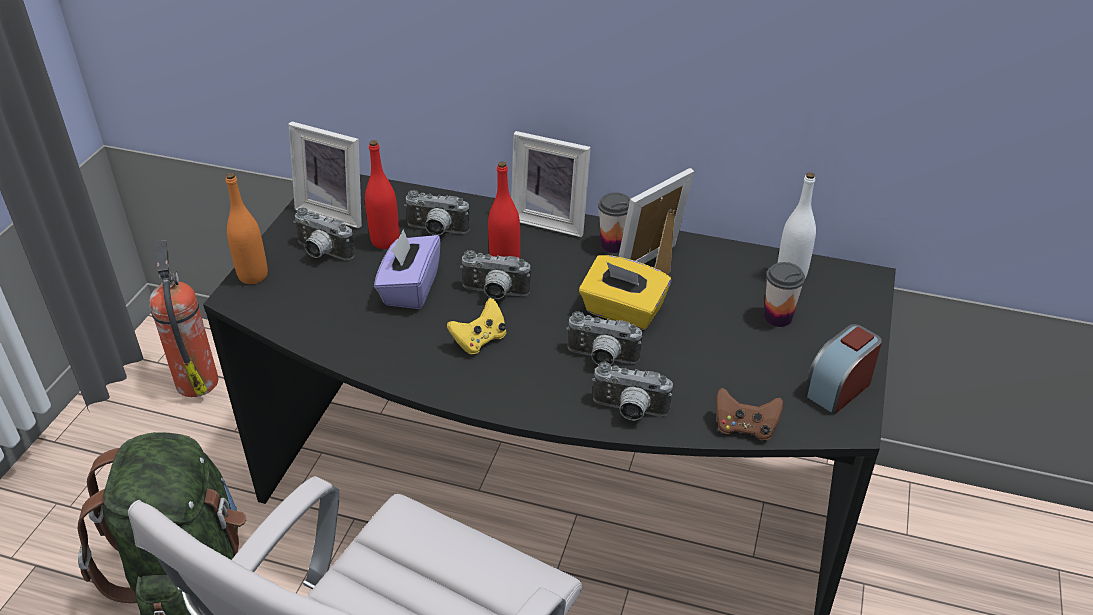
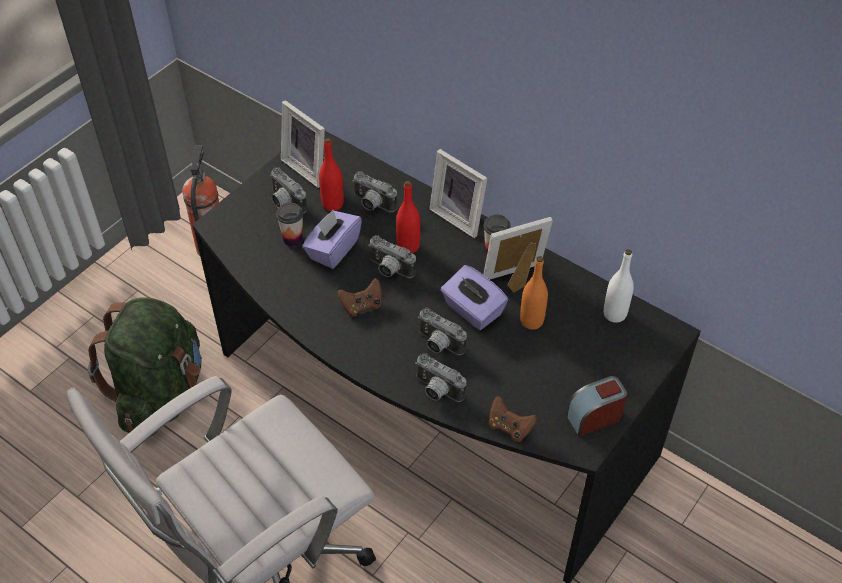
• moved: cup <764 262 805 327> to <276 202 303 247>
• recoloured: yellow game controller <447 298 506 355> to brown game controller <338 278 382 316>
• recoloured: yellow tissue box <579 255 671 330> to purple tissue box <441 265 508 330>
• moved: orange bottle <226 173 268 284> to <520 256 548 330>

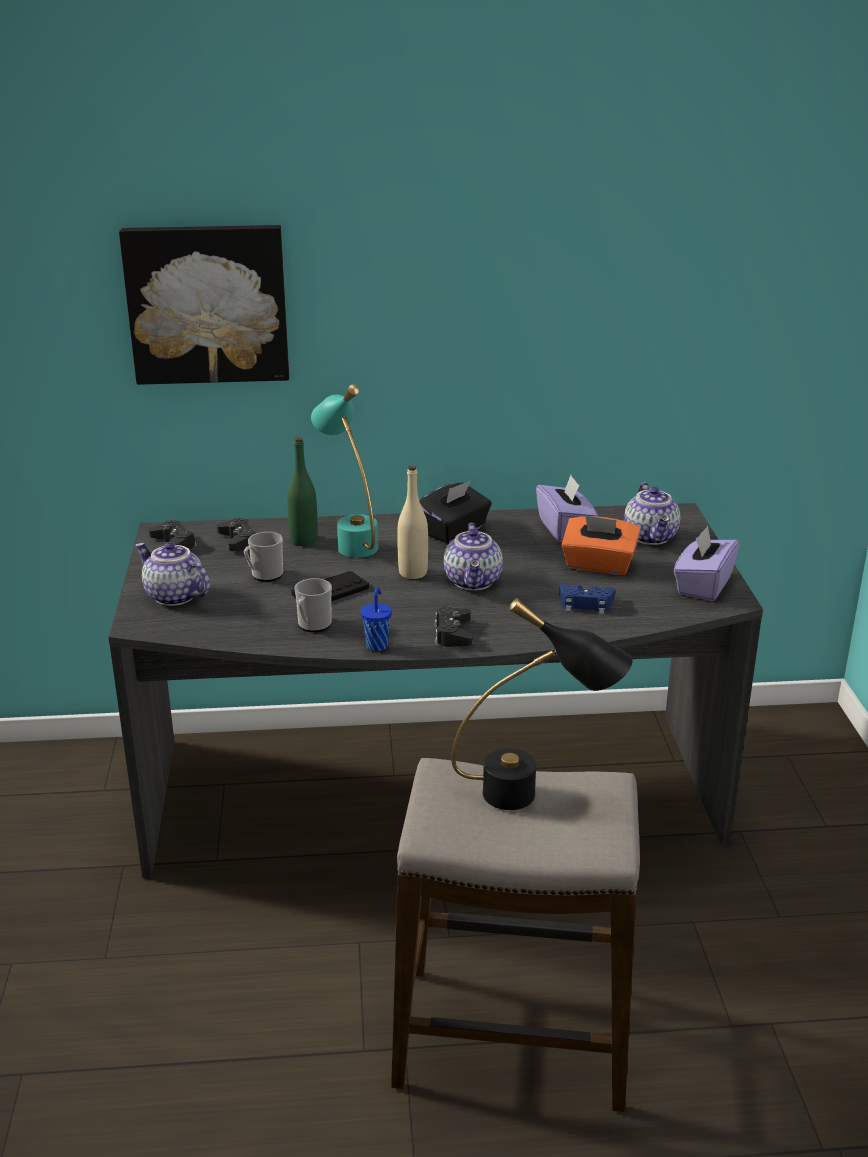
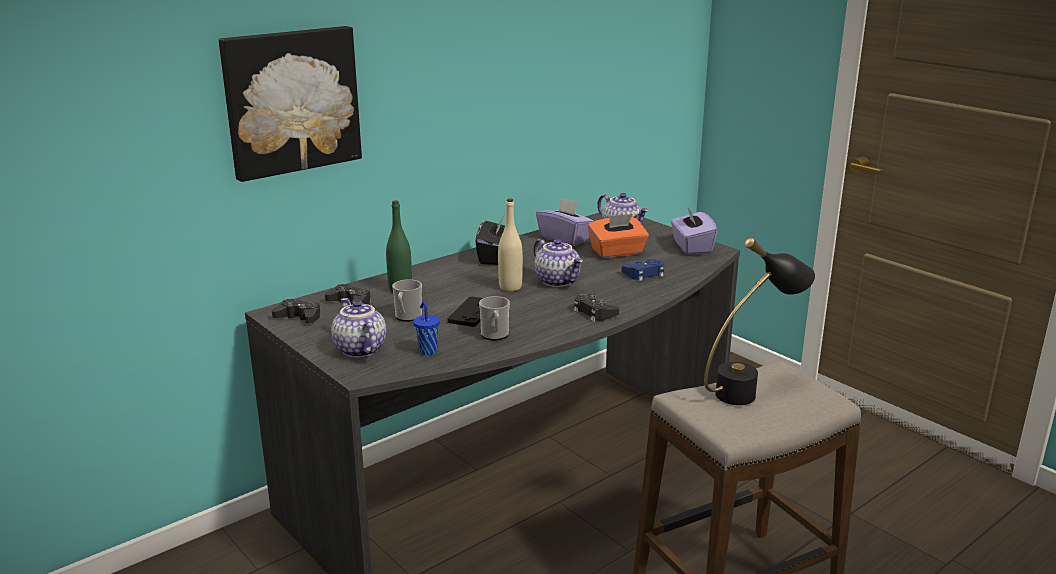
• turned: teapot <135 542 210 606> = <331 298 386 358> 60 degrees clockwise
• moved: blue cup <361 588 392 651> to <413 301 440 355>
• removed: turquoise table lamp <311 384 378 558>

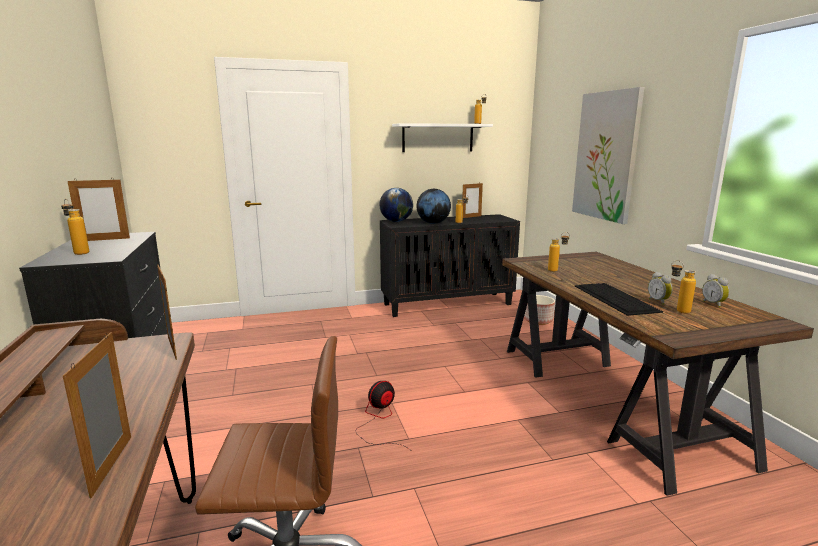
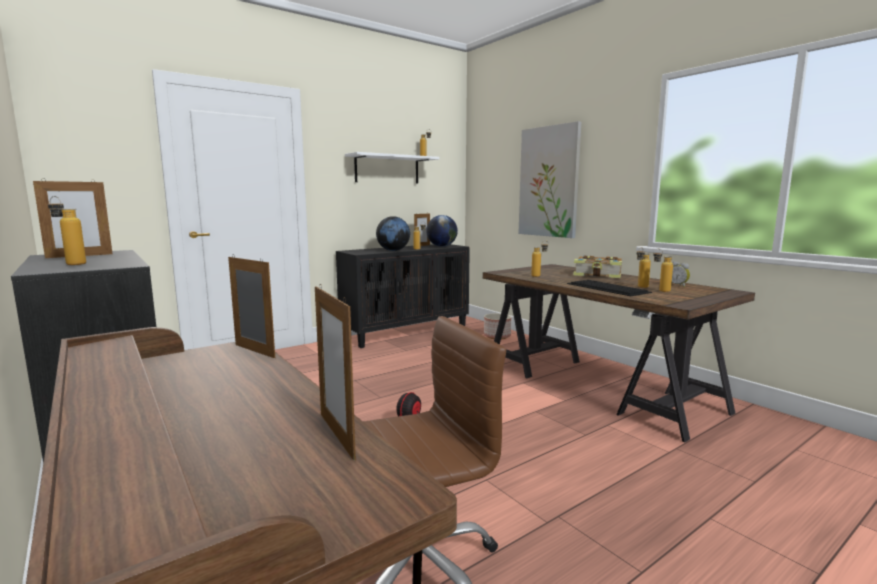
• moved: globe <380 188 413 222> to <426 215 458 247>
• added: book <573 256 622 278>
• replaced: alarm clock <648 272 673 305> to bottle <637 247 651 288>

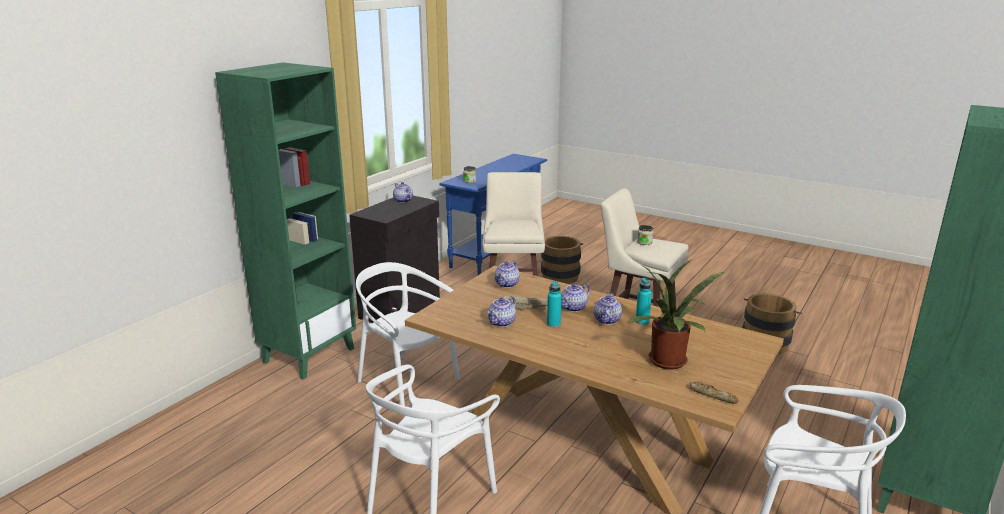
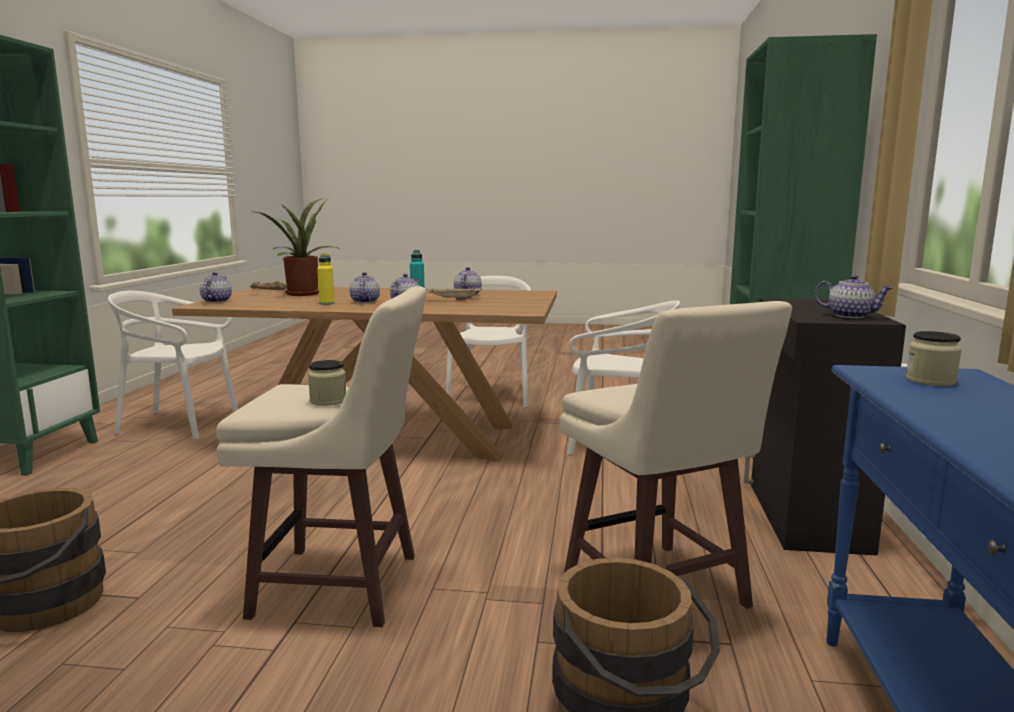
• moved: teapot <495 260 520 288> to <200 272 232 303>
• recoloured: turquoise bottle <636 278 652 325> to yellow bottle <317 253 335 305>

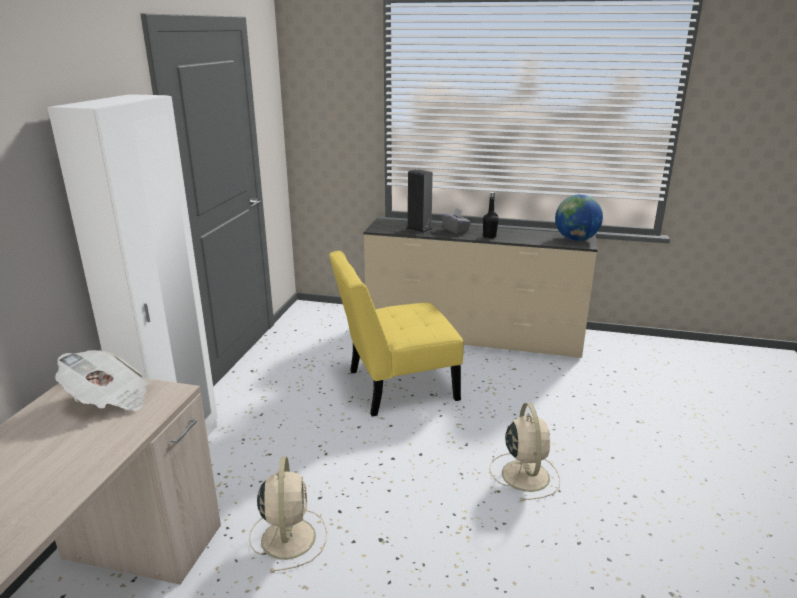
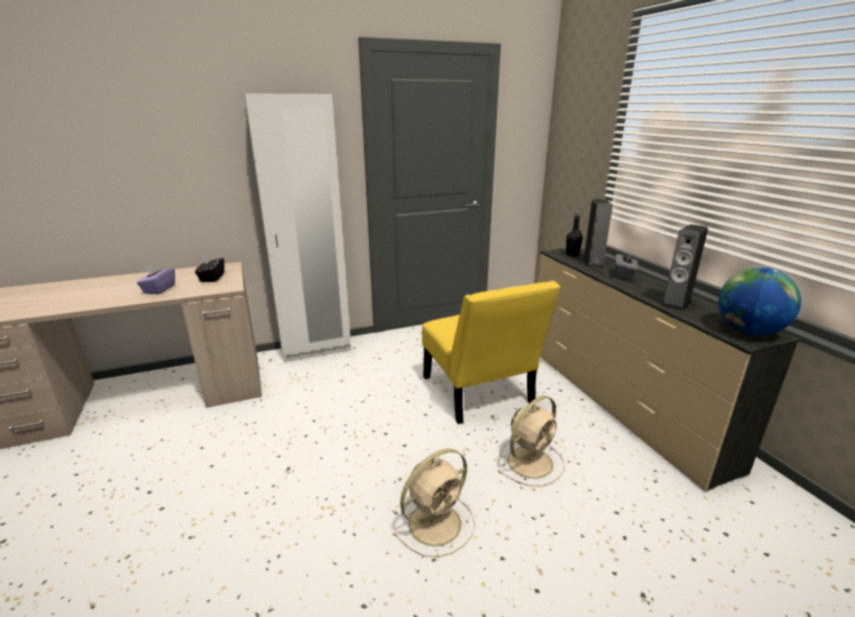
• added: purple tissue box <137 263 175 294>
• replaced: newspaper <55 350 149 411> to black tissue box <195 254 224 282>
• turned: yellow chair <329 251 464 417> = <422 281 561 424> 150 degrees counterclockwise
• moved: beige fan <249 457 327 573> to <497 396 565 486>
• moved: black bottle <483 192 499 239> to <566 211 583 257>
• added: speaker <661 224 708 312>

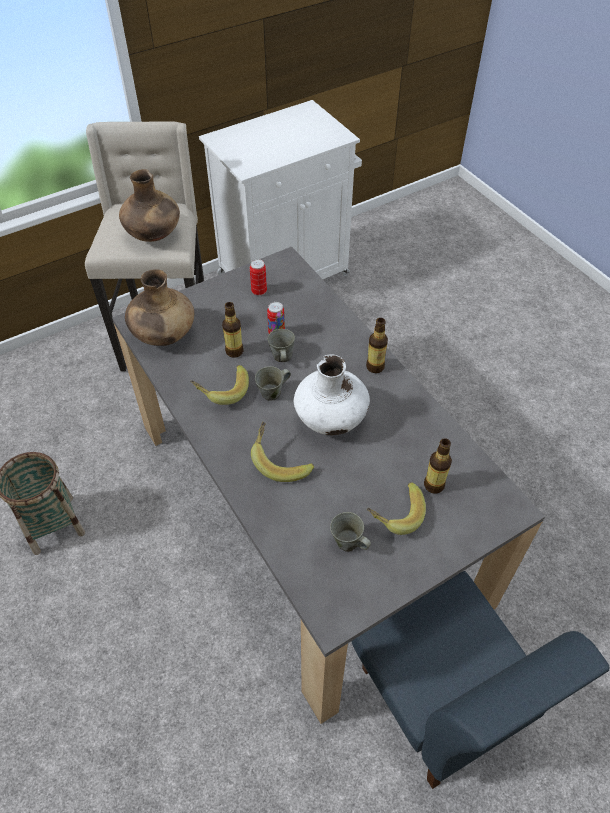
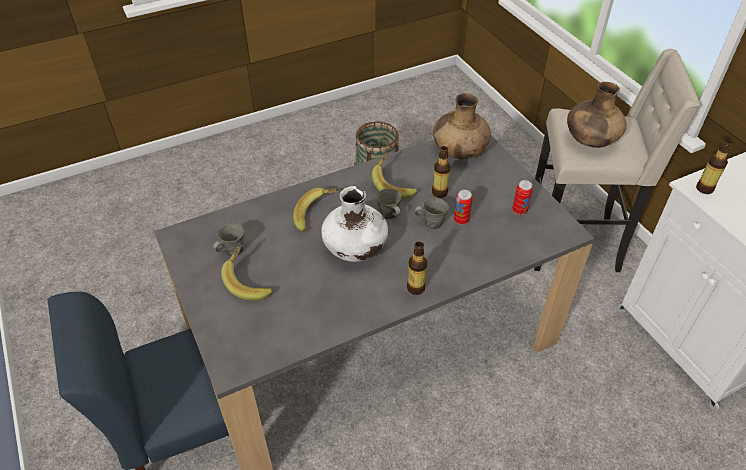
• moved: bottle <424 438 452 494> to <696 139 732 194>

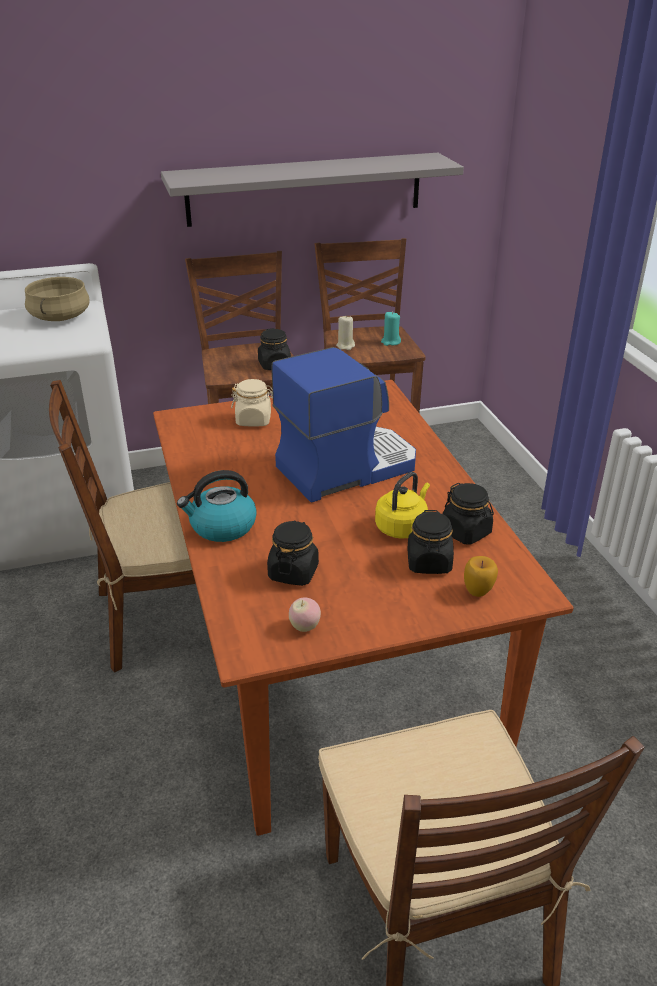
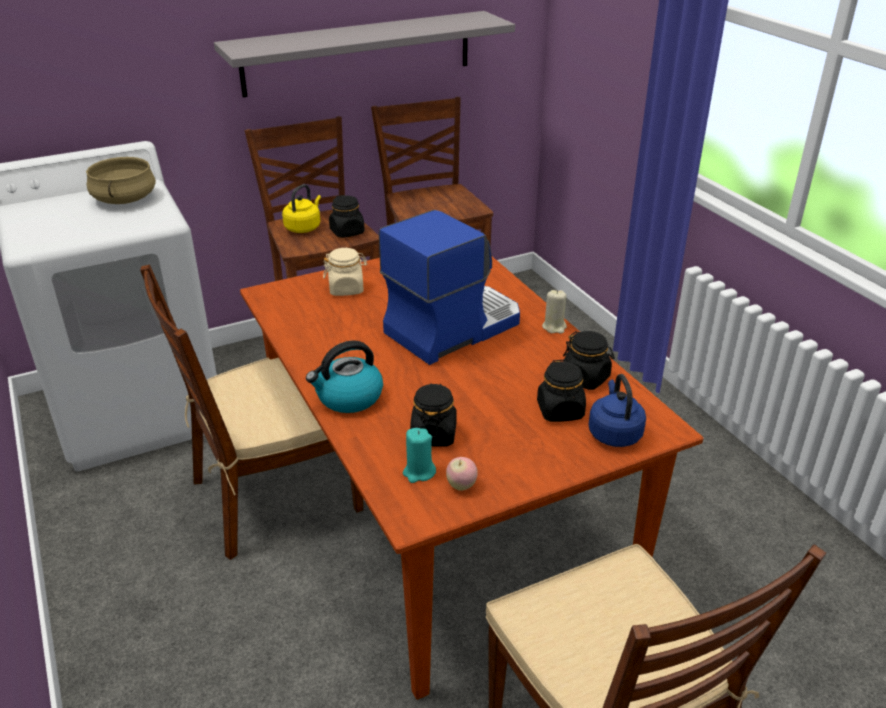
• moved: yellow kettle <375 472 430 539> to <282 184 321 233>
• moved: turquoise candle <381 312 401 346> to <403 428 436 483>
• moved: beige candle <336 316 355 350> to <542 290 567 334>
• replaced: apple <464 556 498 597> to blue kettle <589 374 646 447>

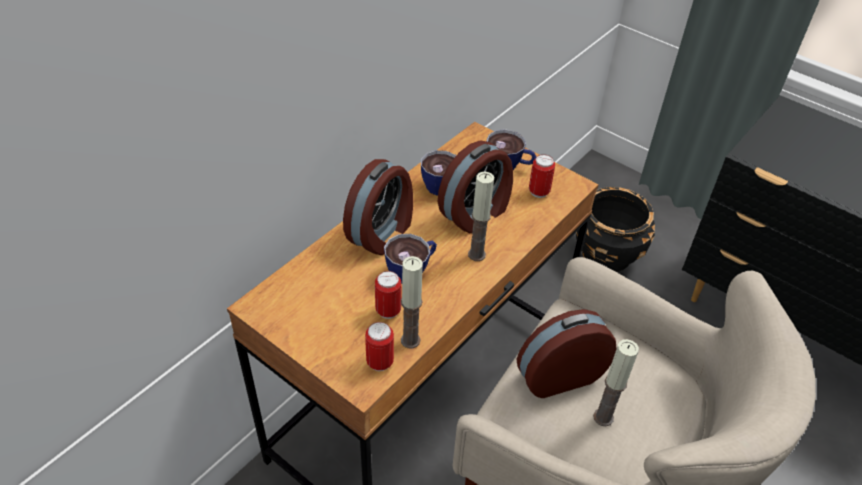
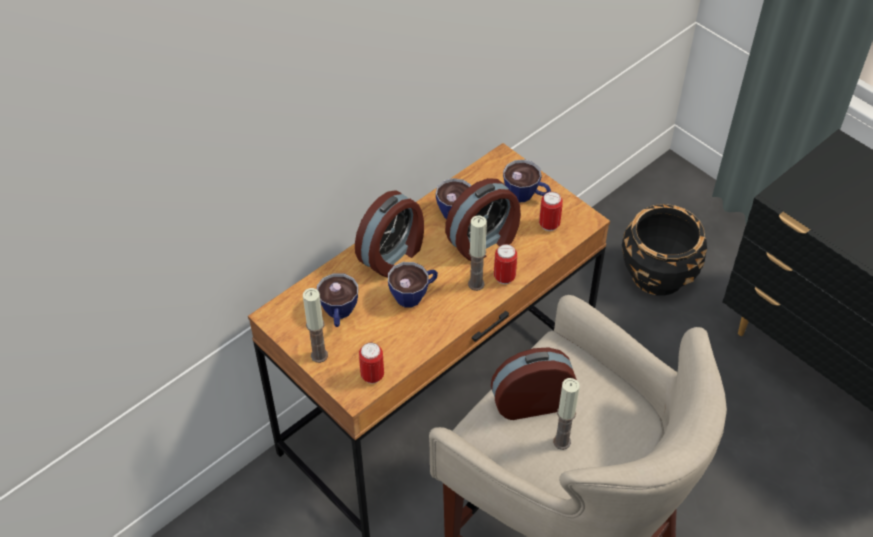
• moved: candle <401 256 423 349> to <303 288 328 363>
• added: cup <317 273 358 327>
• moved: can <375 271 402 319> to <494 244 517 284>

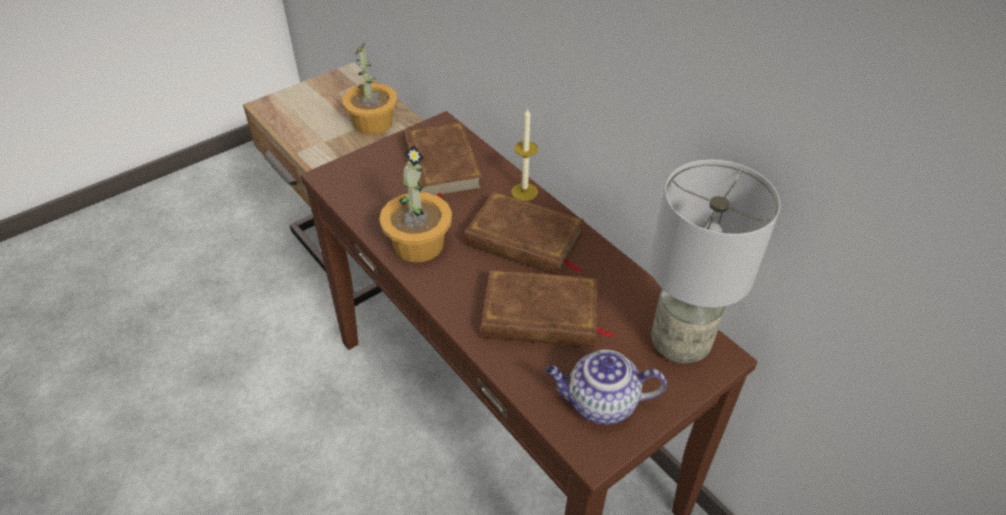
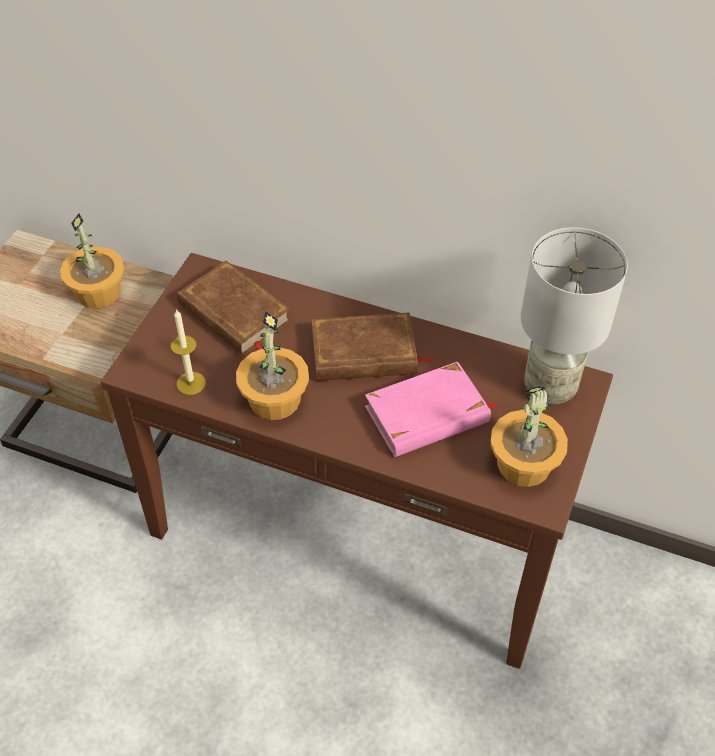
• moved: candle <511 108 538 201> to <171 309 206 395>
• recoloured: brown book <481 270 615 347> to pink book <365 362 498 457>
• replaced: teapot <546 350 667 425> to potted plant <490 386 568 487>

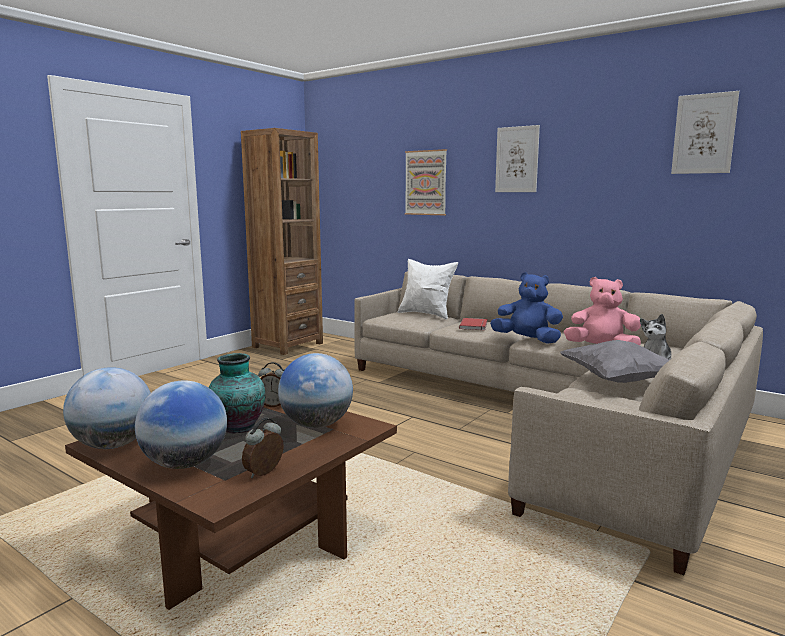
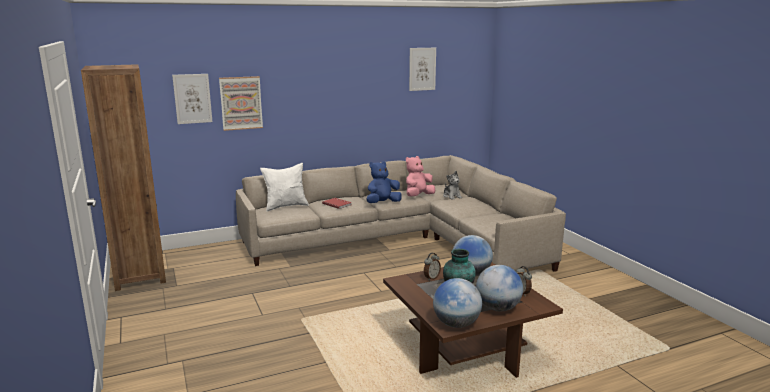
• moved: picture <495 125 540 192> to <172 74 212 124>
• removed: grey pillow <560 340 669 383>

